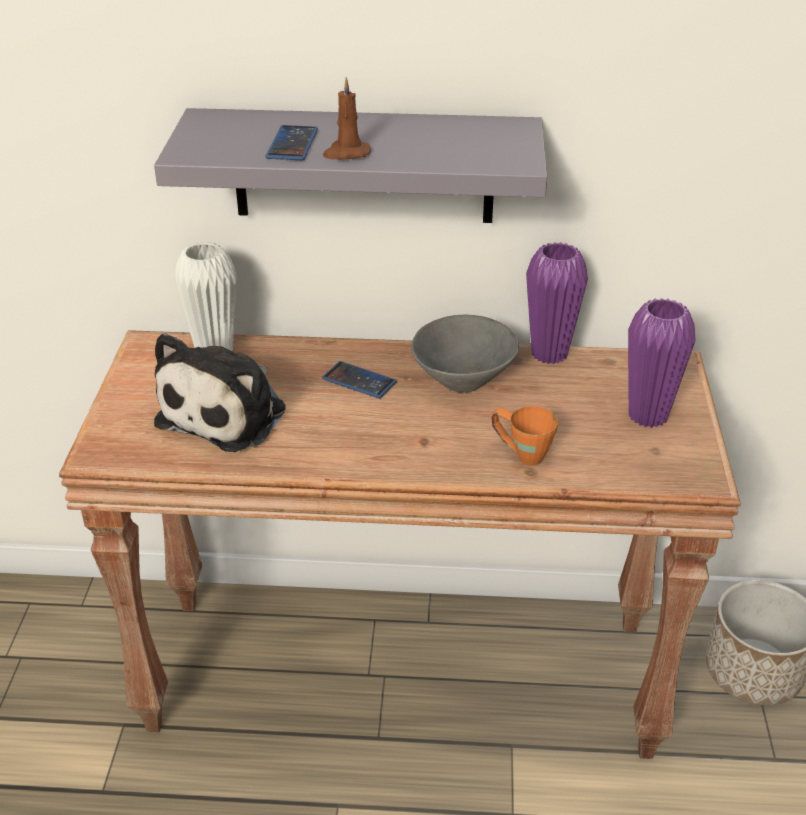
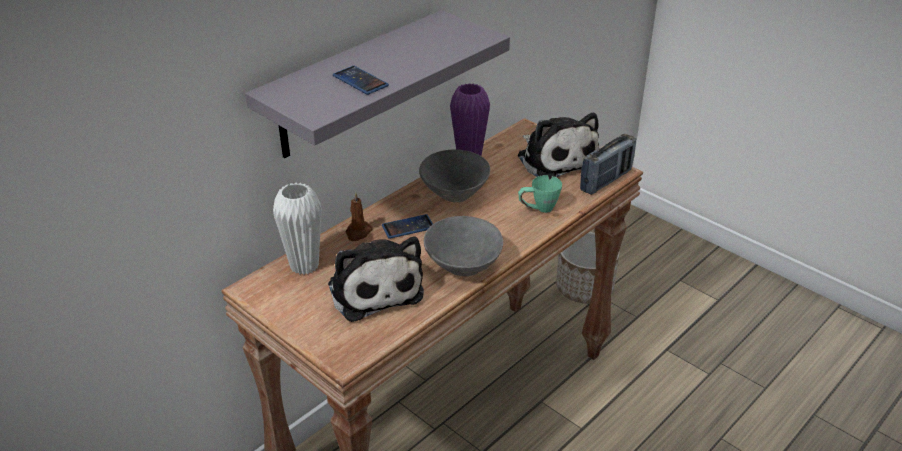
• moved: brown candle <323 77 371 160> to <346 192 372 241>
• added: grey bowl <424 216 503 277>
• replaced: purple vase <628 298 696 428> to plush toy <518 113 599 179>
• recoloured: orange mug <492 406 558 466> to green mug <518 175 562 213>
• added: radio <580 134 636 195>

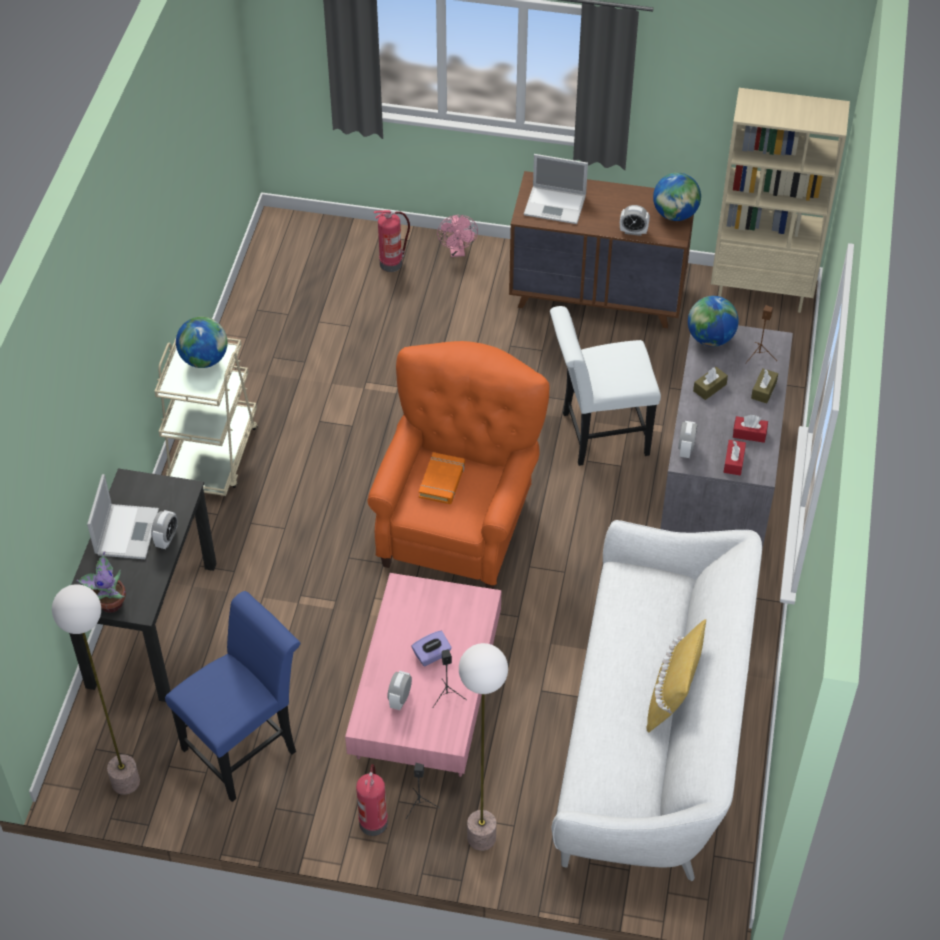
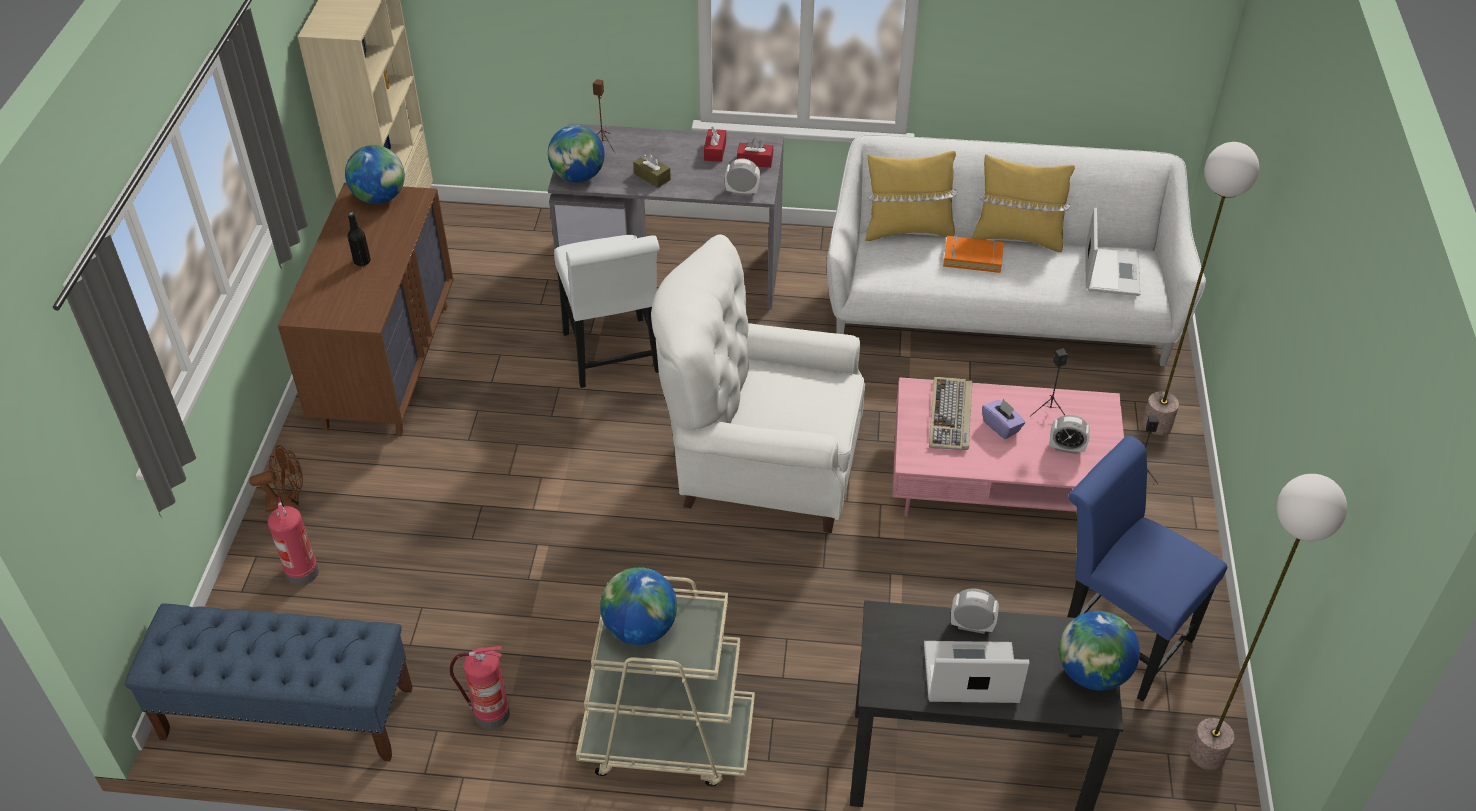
• added: blue bench <125 604 413 761>
• recoloured: pink fan <437 215 478 257> to brown fan <249 445 303 512>
• added: black bottle <348 212 371 266>
• moved: fire extinguisher <356 764 388 836> to <450 646 510 729>
• recoloured: orange armchair <367 341 550 589> to white armchair <651 234 865 533>
• added: yellow pillow <865 151 957 241>
• added: keyboard <929 377 973 450>
• moved: orange book <419 452 465 504> to <943 235 1004 273>
• replaced: potted plant <77 551 126 613> to globe <1059 611 1140 691>
• moved: laptop <524 154 588 224> to <1085 208 1141 296>
• removed: alarm clock <620 205 650 236>
• removed: brown tissue box <751 368 778 403>

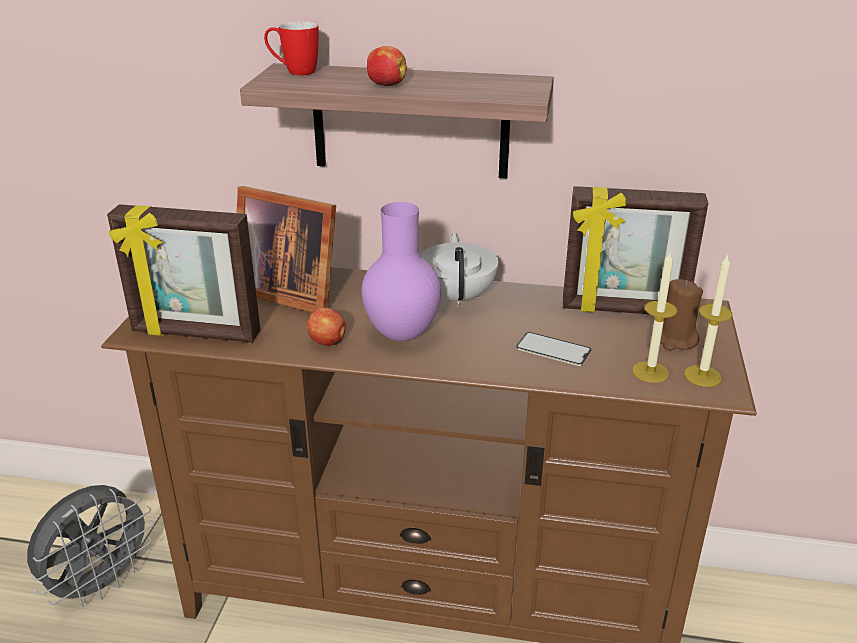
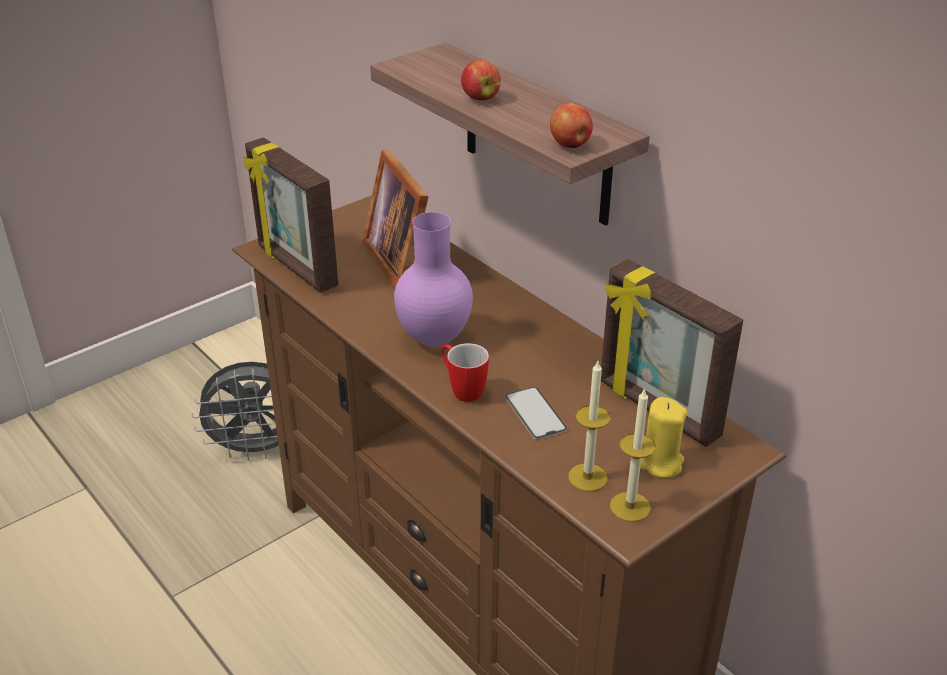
• moved: mug <264 21 319 75> to <441 343 489 402>
• moved: apple <307 308 346 346> to <550 103 593 148>
• recoloured: brown candle <660 279 703 350> to yellow candle <640 397 687 478>
• removed: white teapot <420 233 499 307>

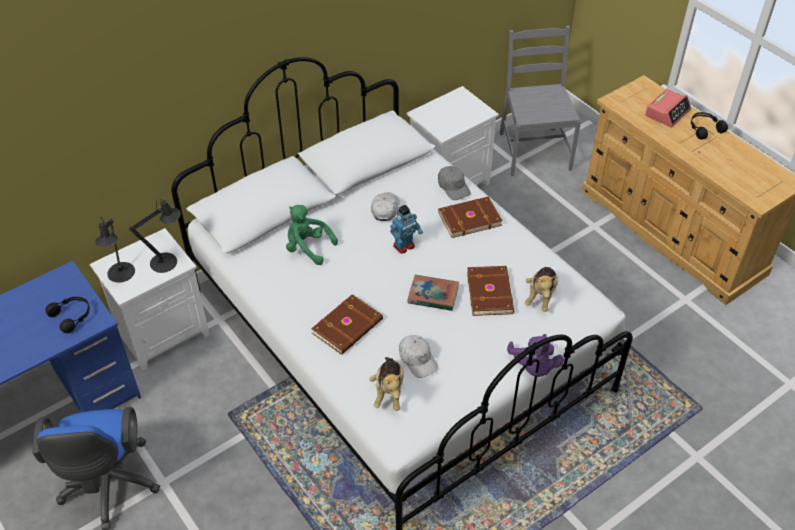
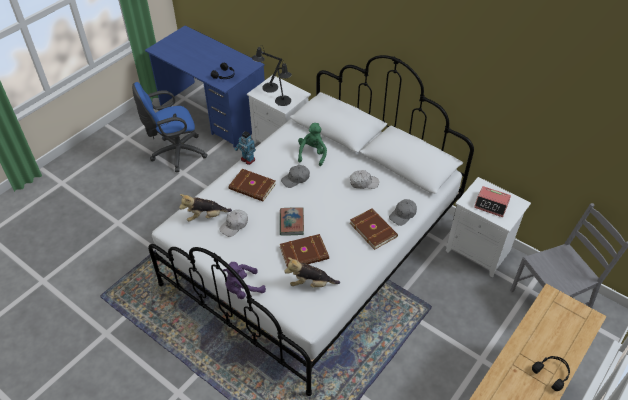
• moved: toy robot <390 205 423 254> to <234 131 256 165>
• added: grey cap <281 165 310 188>
• moved: alarm clock <645 89 691 128> to <474 186 511 217>

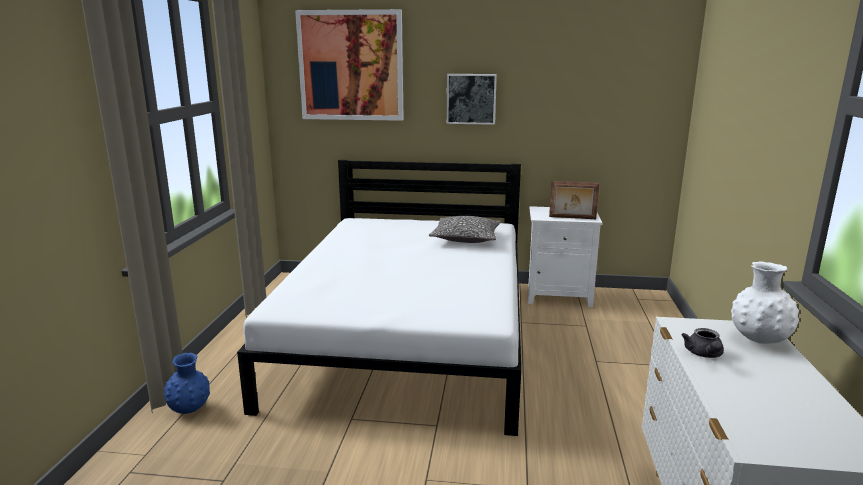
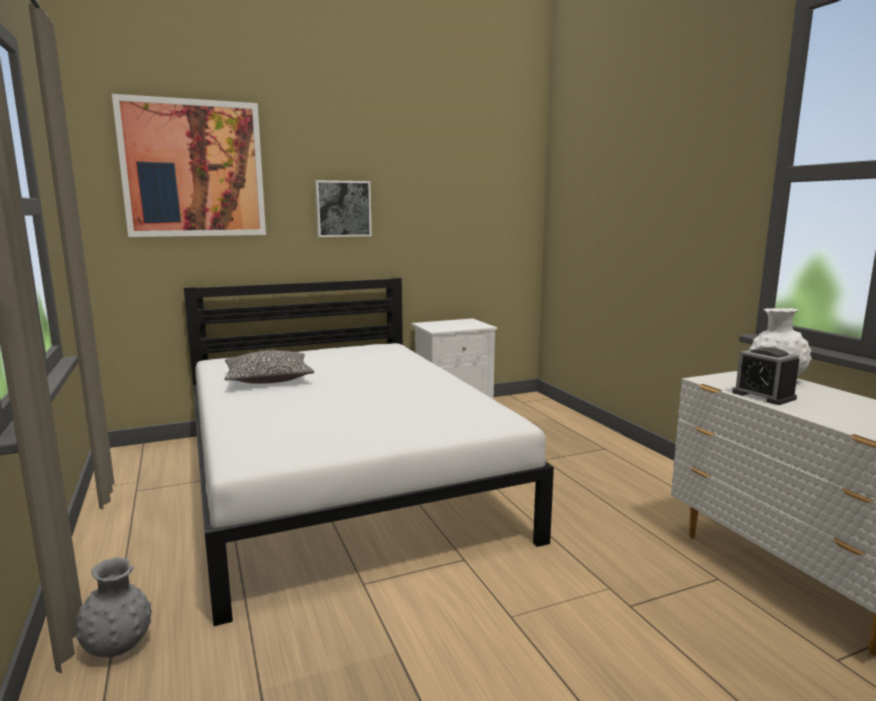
• recoloured: blue vase <164 353 210 414> to grey vase <76 557 152 657>
• moved: pillow <429 216 501 243> to <224 350 314 384>
• replaced: grey teapot <681 328 724 358> to alarm clock <732 347 800 405>
• removed: picture frame <549 181 599 219>

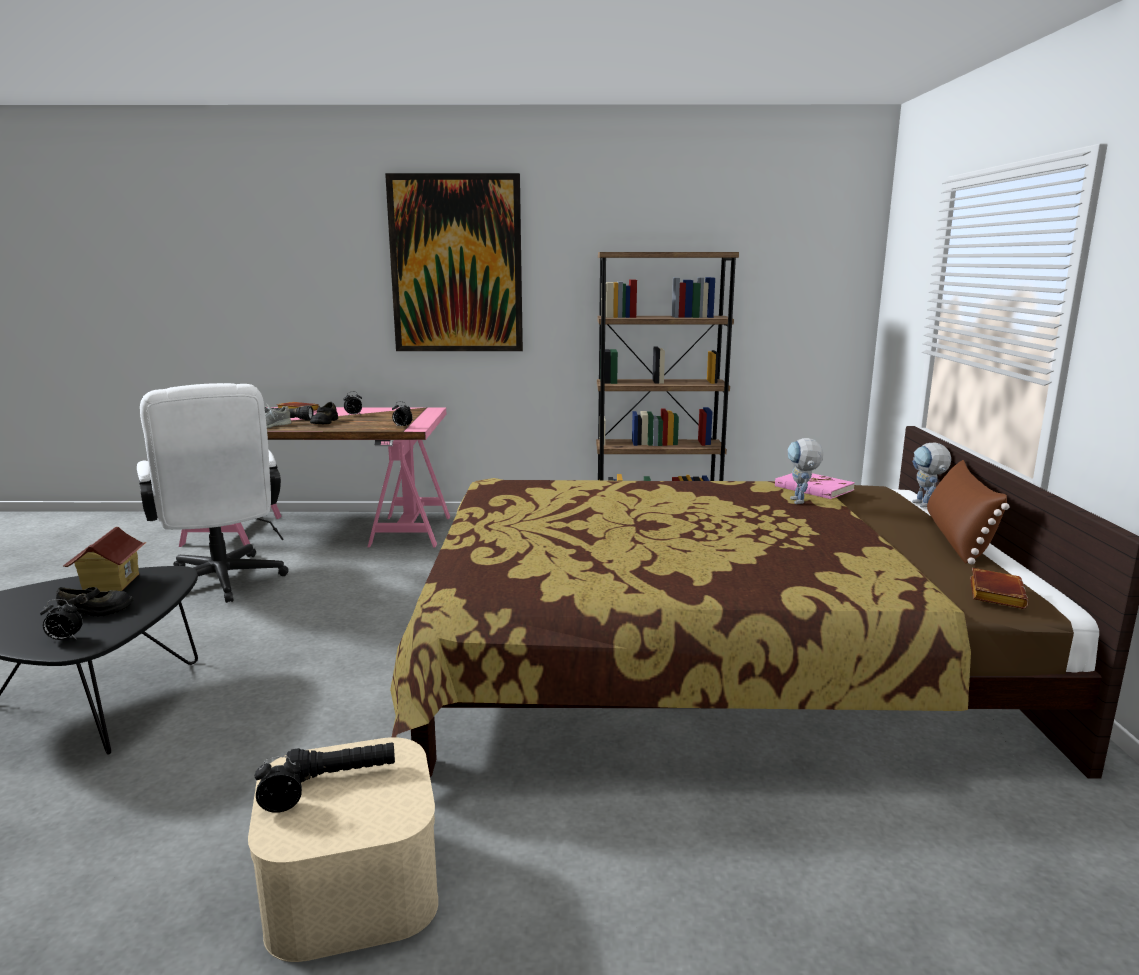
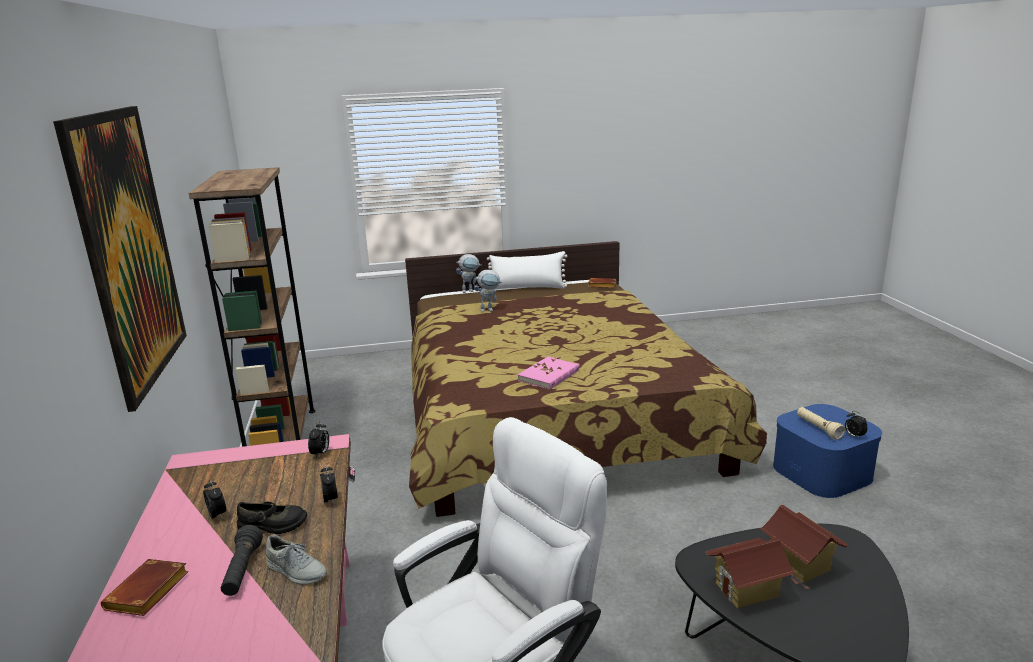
• moved: alarm clock <40 599 83 641> to <320 466 338 504>
• recoloured: brown pillow <927 460 1009 564> to white pillow <487 251 567 290>
• moved: pink book <775 473 855 499> to <518 357 579 390>
• replaced: black shoe <56 587 133 617> to toy house <759 505 848 583>
• recoloured: beige storage box <248 737 438 962> to blue storage box <773 404 882 498>
• recoloured: black flashlight <286 742 395 782> to beige flashlight <797 407 845 439>

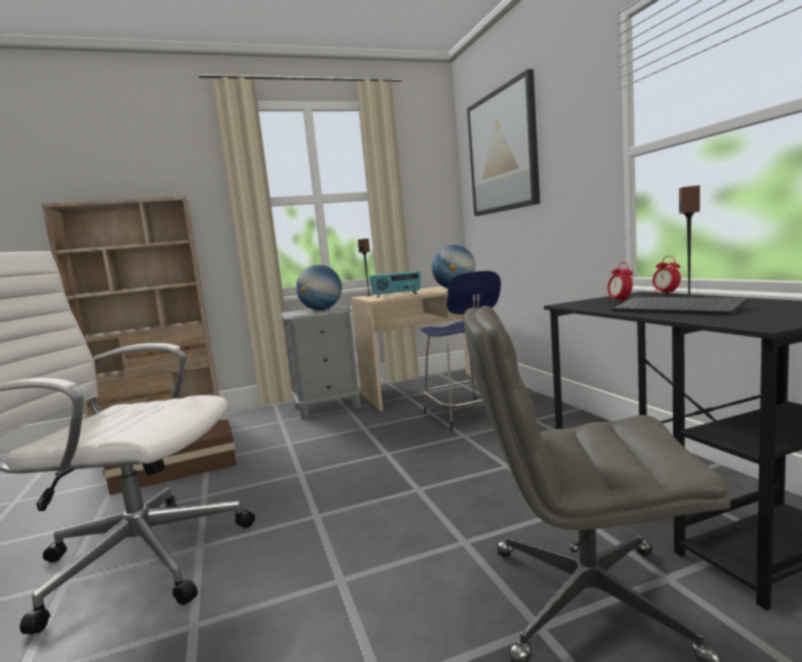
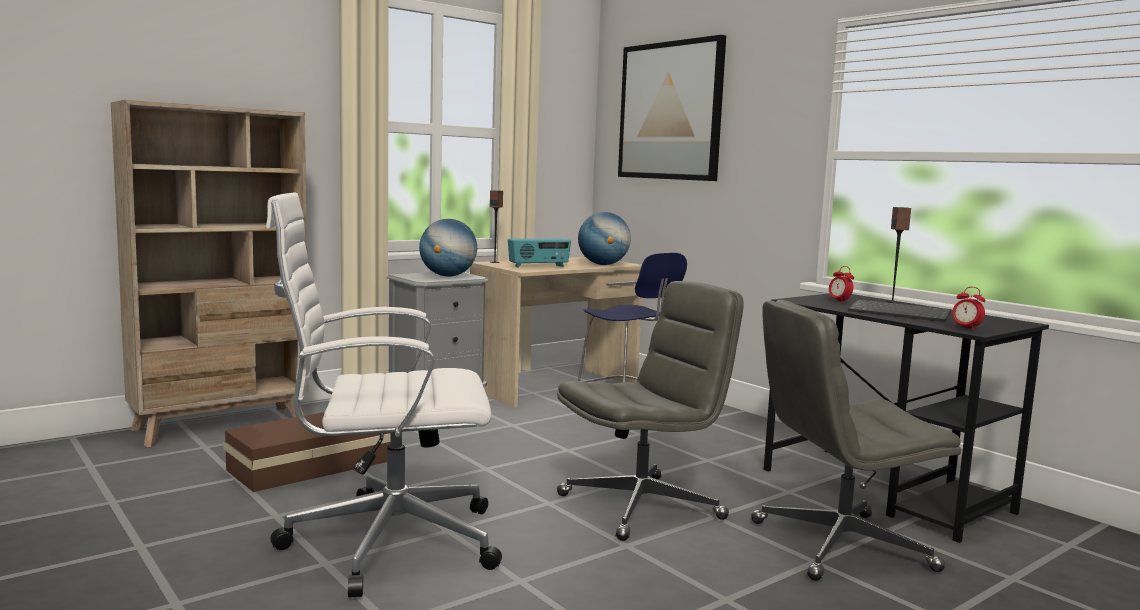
• added: grey office chair <557 281 744 541>
• moved: alarm clock <653 256 681 295> to <952 287 985 331>

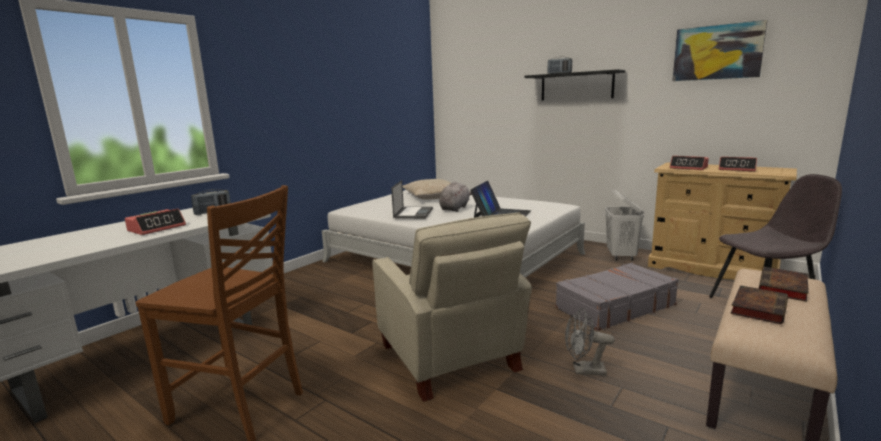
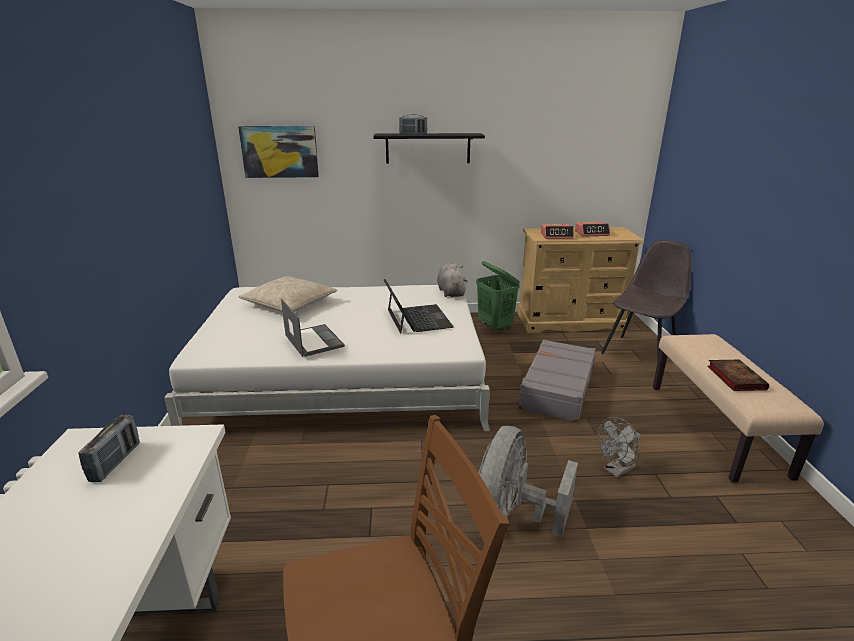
• moved: picture <673 20 767 81> to <238 126 319 178>
• moved: grey plush toy <439 181 472 212> to <437 264 468 297>
• recoloured: white laundry basket <605 189 644 261> to green laundry basket <476 261 520 333>
• replaced: beige armchair <372 212 532 402> to grey fan <478 426 578 537>
• removed: alarm clock <125 209 186 235>
• removed: book <759 267 808 302>

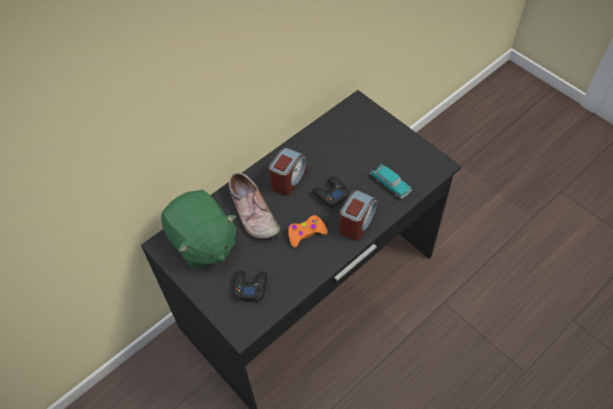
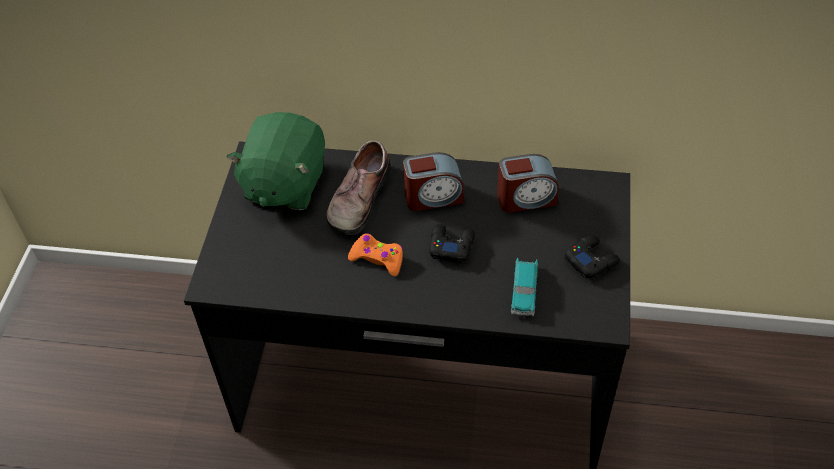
• moved: alarm clock <339 190 377 241> to <497 154 559 213>
• moved: black game controller <234 271 267 302> to <564 235 620 278>

